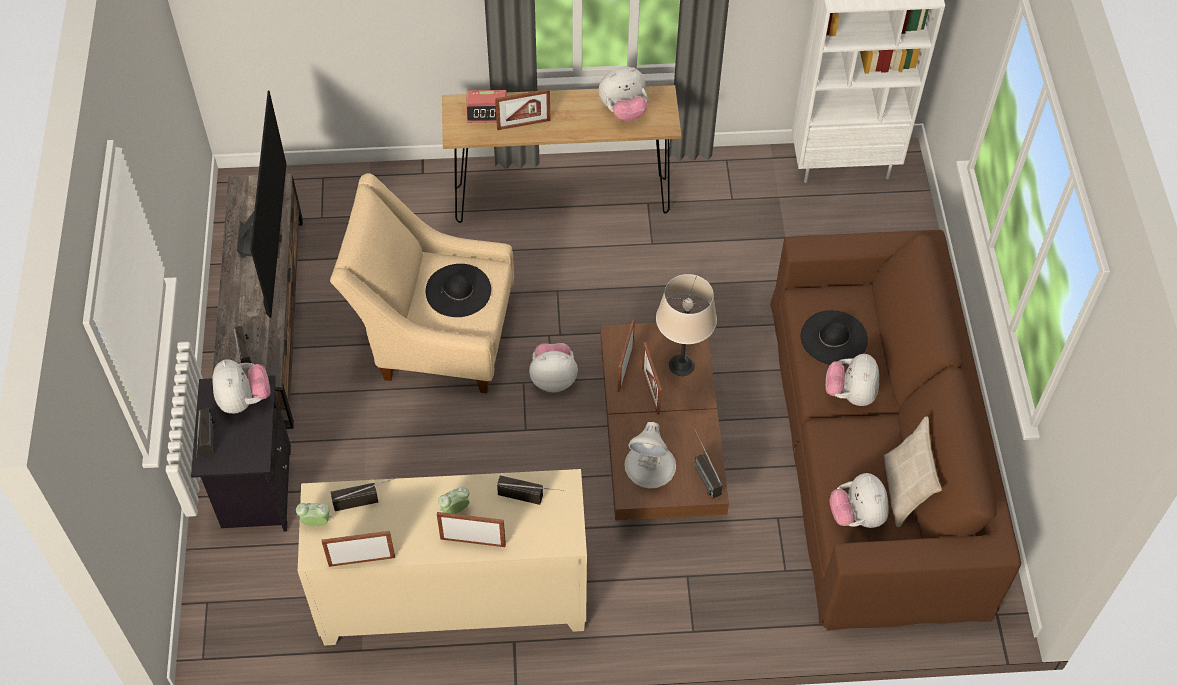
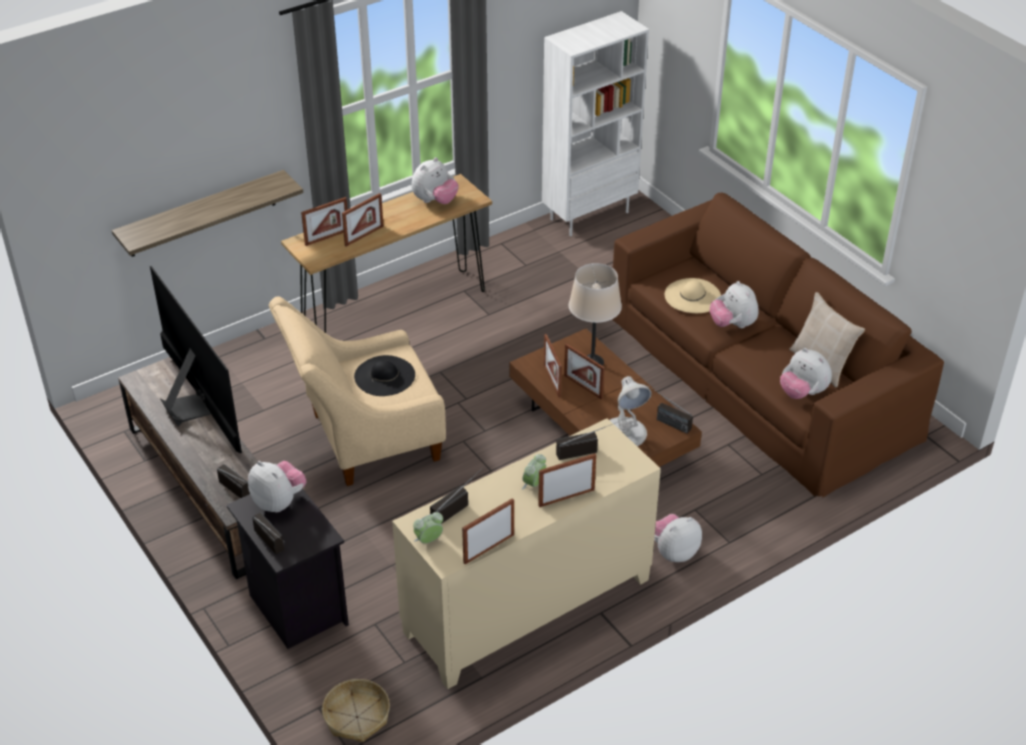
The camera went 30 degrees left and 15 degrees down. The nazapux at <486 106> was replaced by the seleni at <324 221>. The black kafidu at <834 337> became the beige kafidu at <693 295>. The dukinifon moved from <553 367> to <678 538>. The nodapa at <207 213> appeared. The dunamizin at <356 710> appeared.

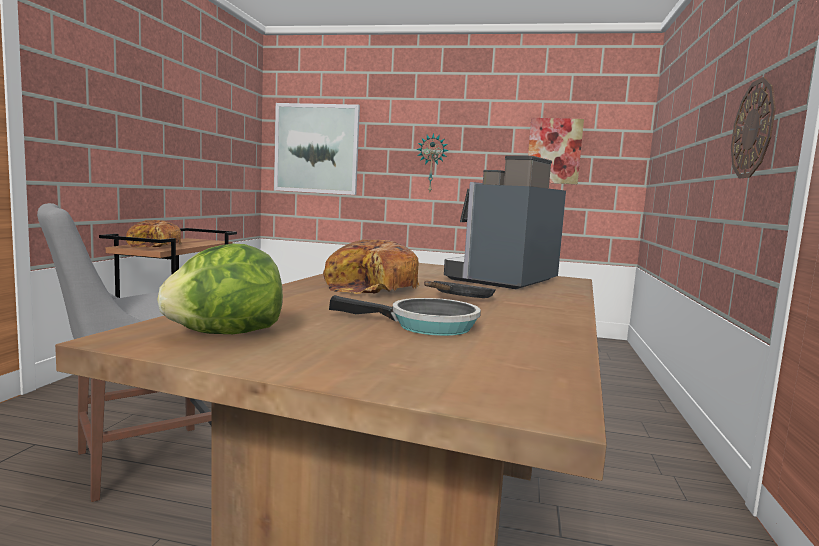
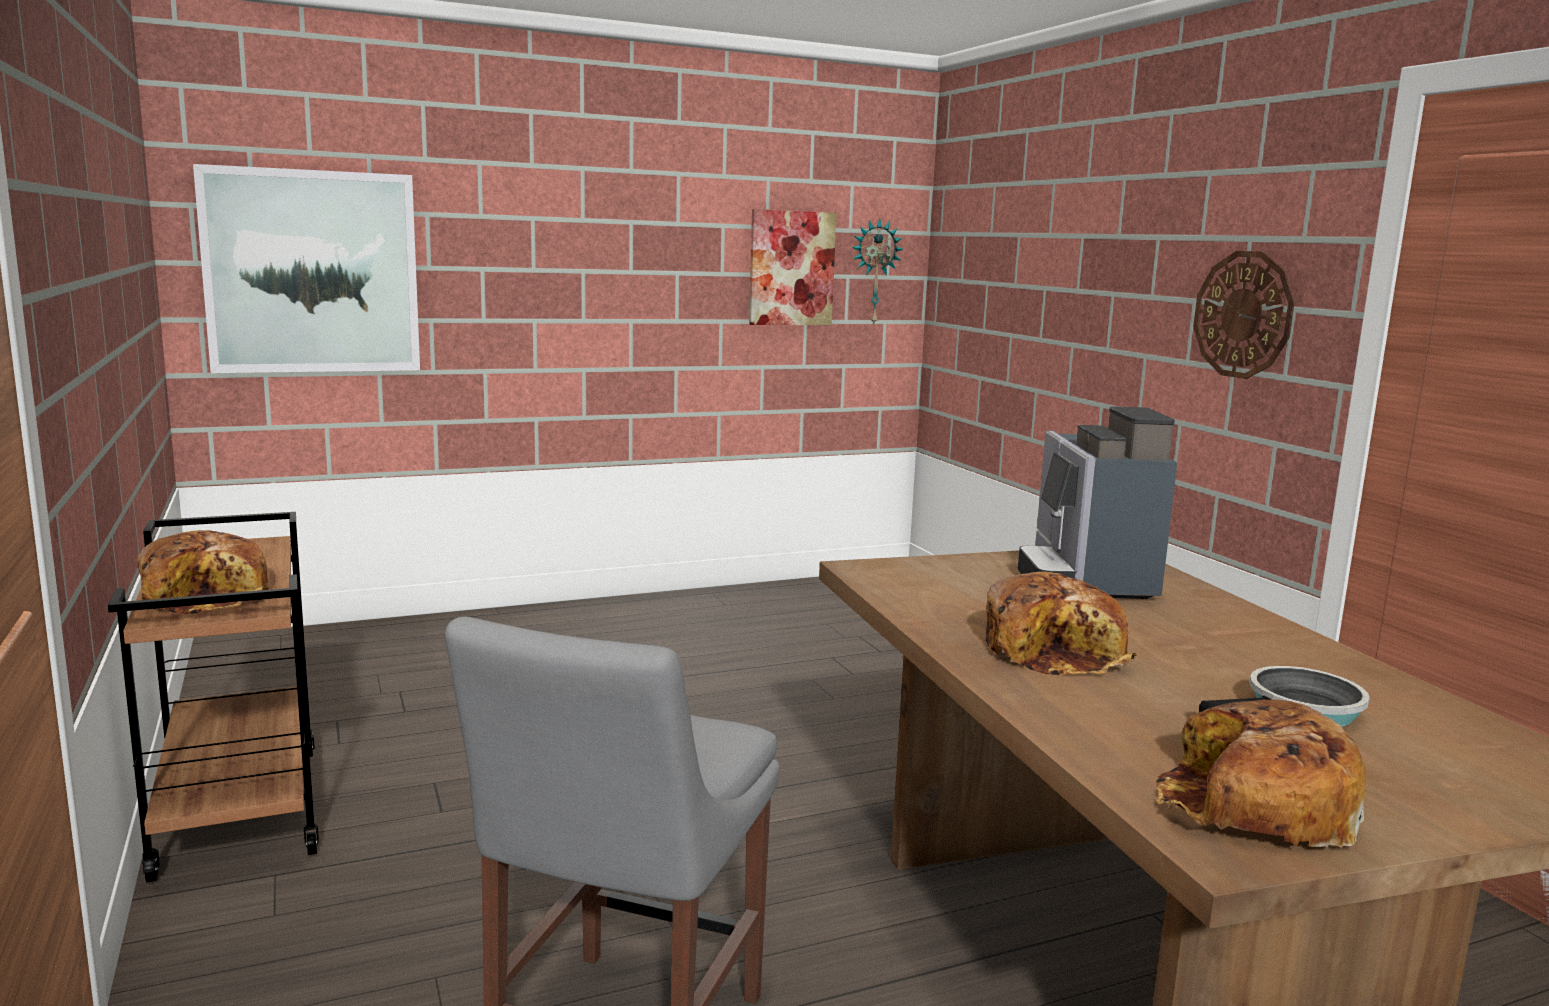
The camera went 35 degrees left and 5 degrees up. The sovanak moved from <433 162> to <877 272>. The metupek at <220 289> was replaced by the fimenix at <1261 773>. The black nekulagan at <460 289> disappeared.

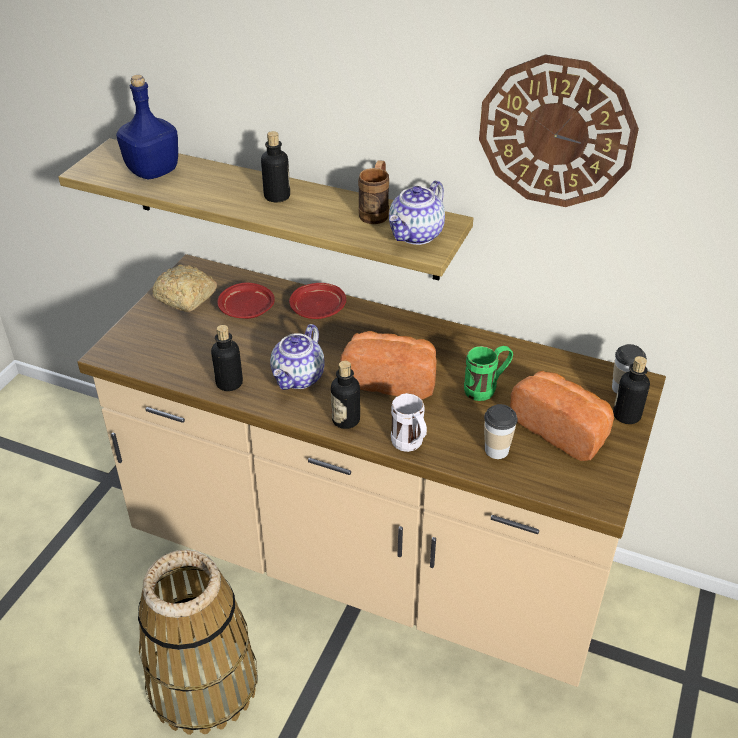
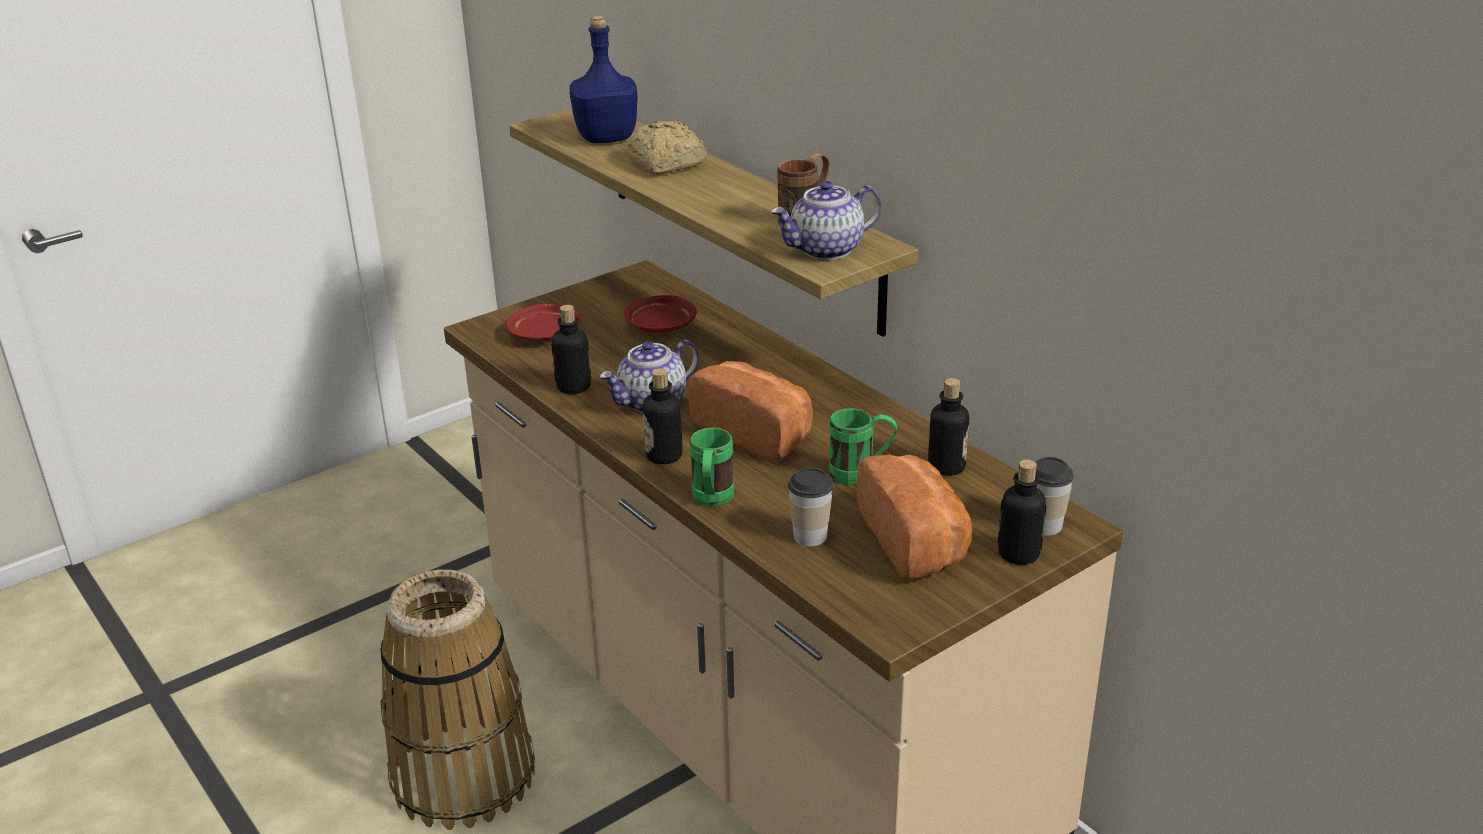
The camera went 30 degrees right and 10 degrees down. The sovanak at <559 130> disappeared. The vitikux moved from <275 166> to <948 427>. The fimenix moved from <184 288> to <667 148>. The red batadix moved from <317 301> to <543 322>. The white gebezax at <409 422> became the green gebezax at <712 467>.

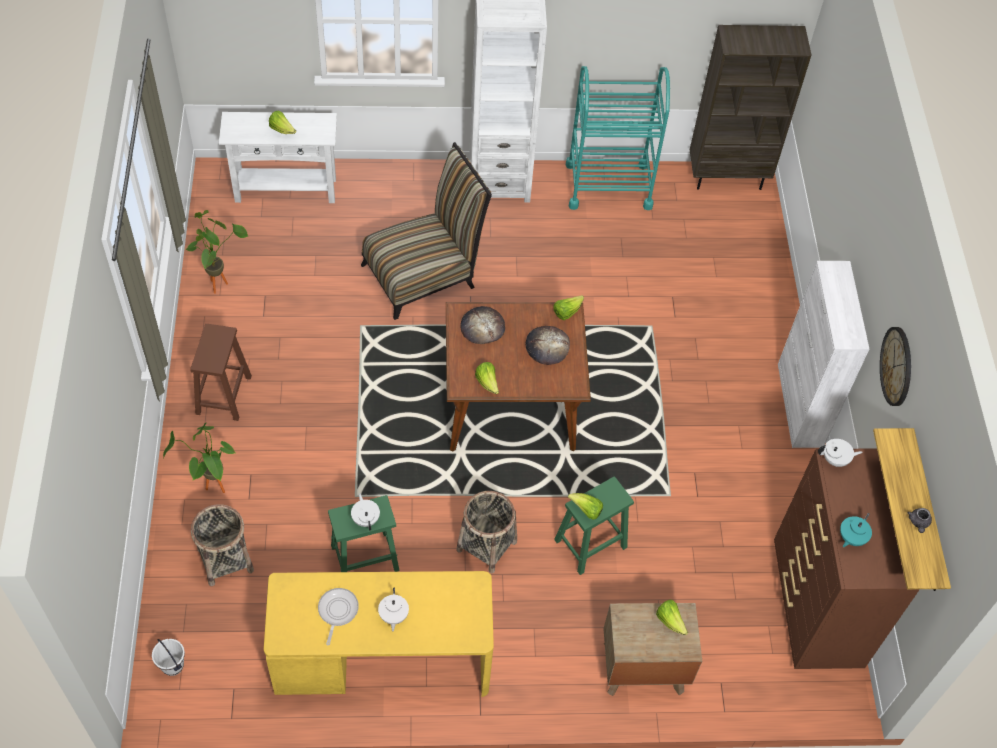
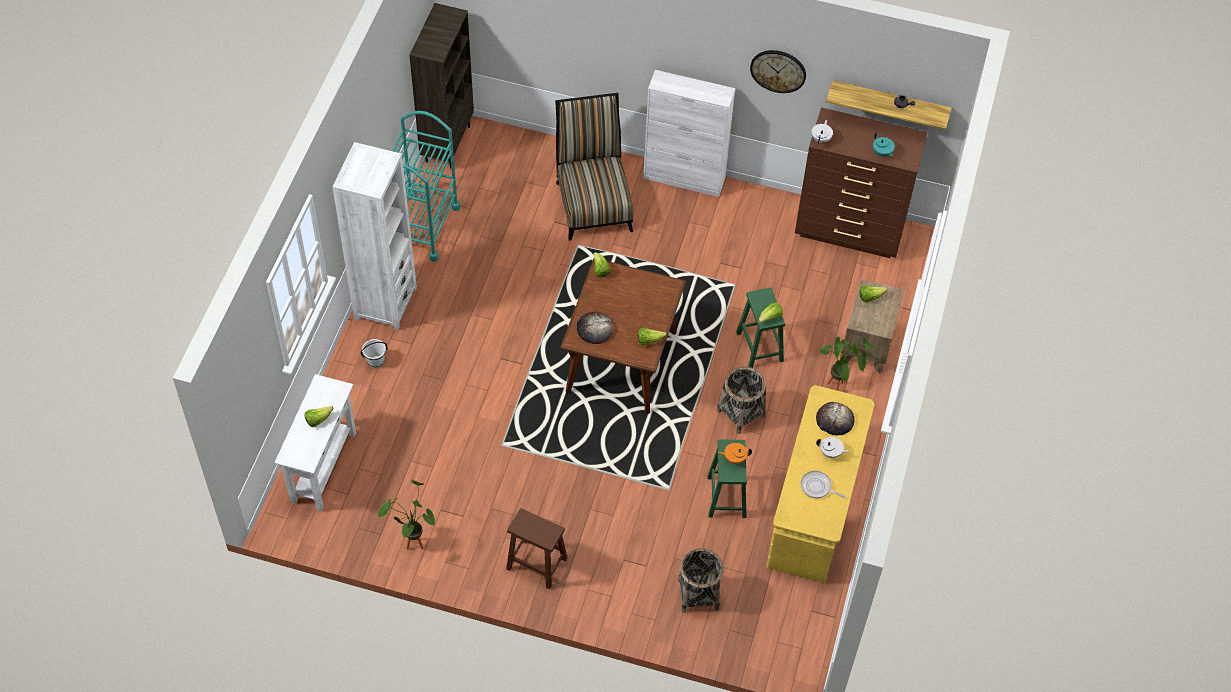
The camera went 70 degrees left and 0 degrees up. The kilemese moved from <426 231> to <594 167>. The fimenix moved from <548 345> to <835 419>. The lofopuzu moved from <199 457> to <846 364>. The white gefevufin at <365 511> became the orange gefevufin at <735 453>. The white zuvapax moved from <168 657> to <374 353>.

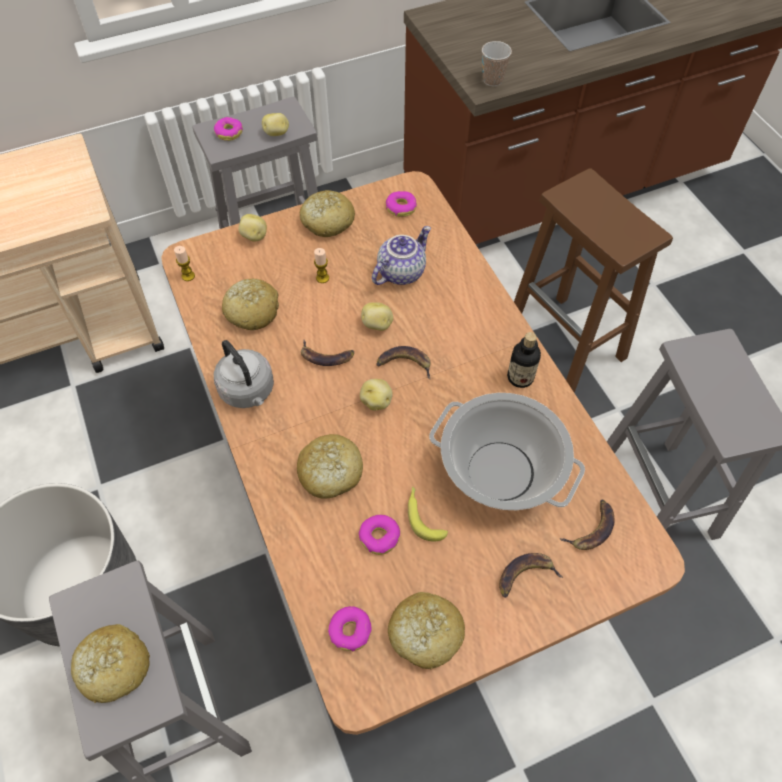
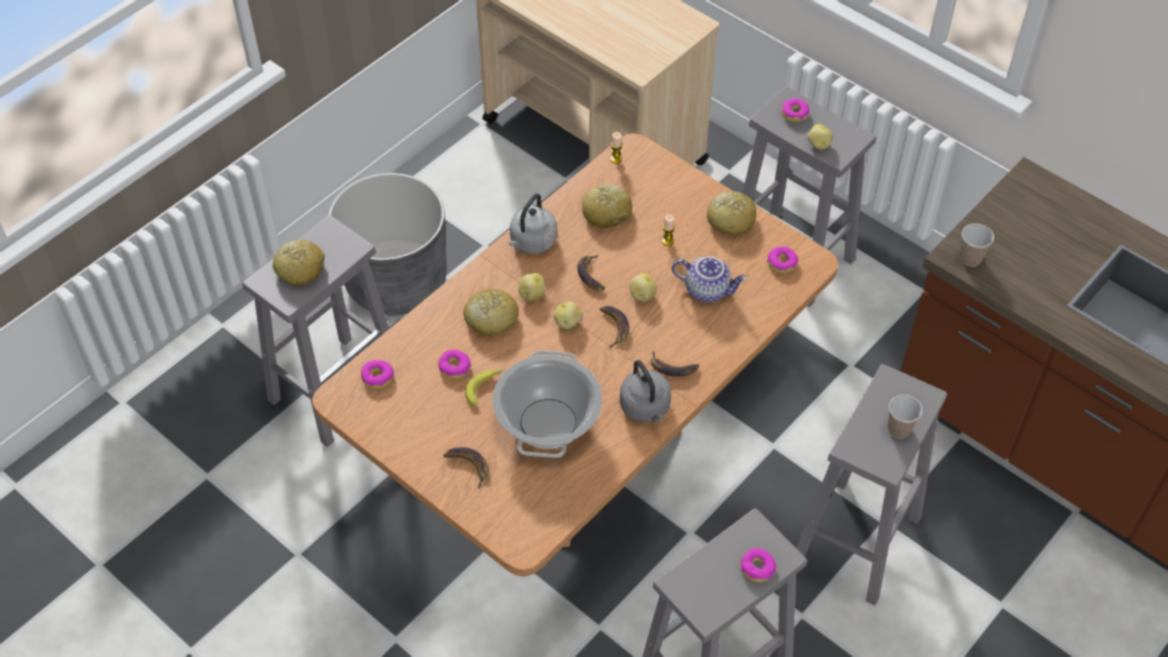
The camera went 65 degrees right and 5 degrees down. The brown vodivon at <593 280> became the grey vodivon at <871 485>. The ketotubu moved from <252 228> to <531 287>. The vitikux at <524 360> was replaced by the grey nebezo at <645 391>. The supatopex moved from <587 525> to <675 364>. The fimenix at <426 630> disappeared. The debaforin at <905 417> appeared. The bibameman at <758 565> appeared.

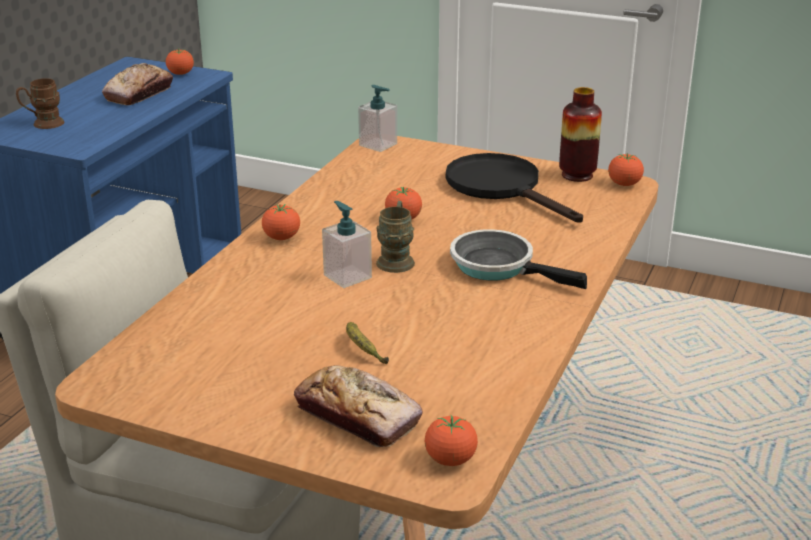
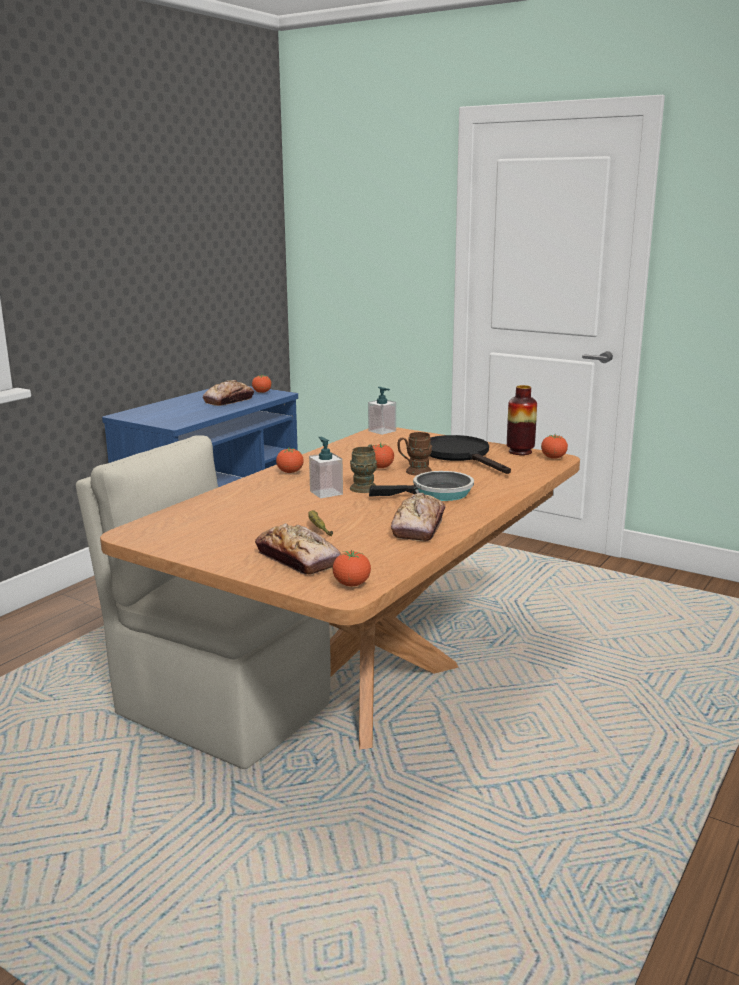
The camera went 10 degrees right and 10 degrees down. The brown gebezax moved from <40 103> to <415 454>. The nekulagan at <518 259> turned 120 degrees clockwise. The fimenix at <418 517> appeared.

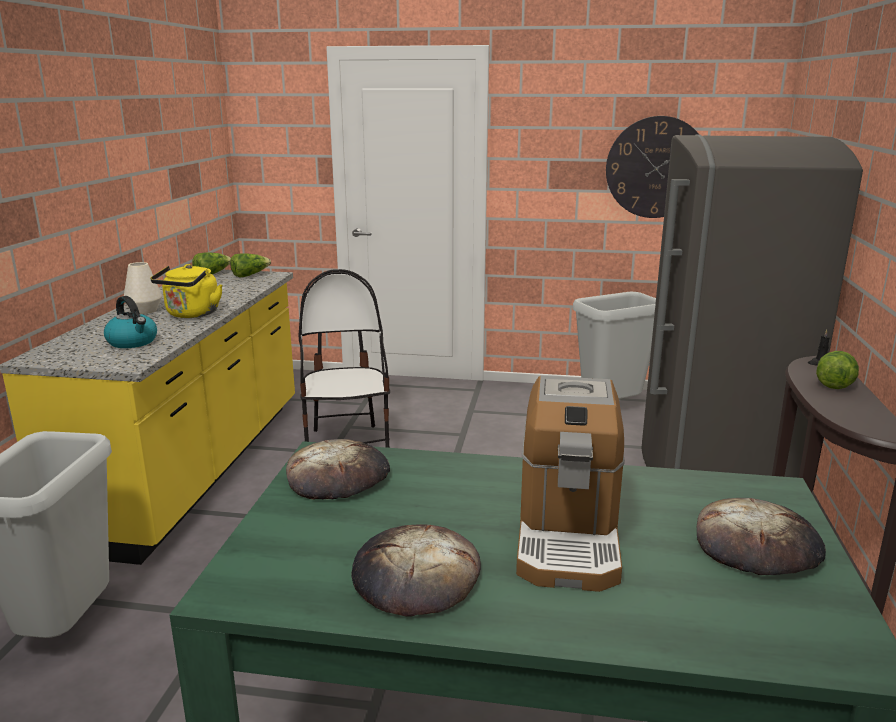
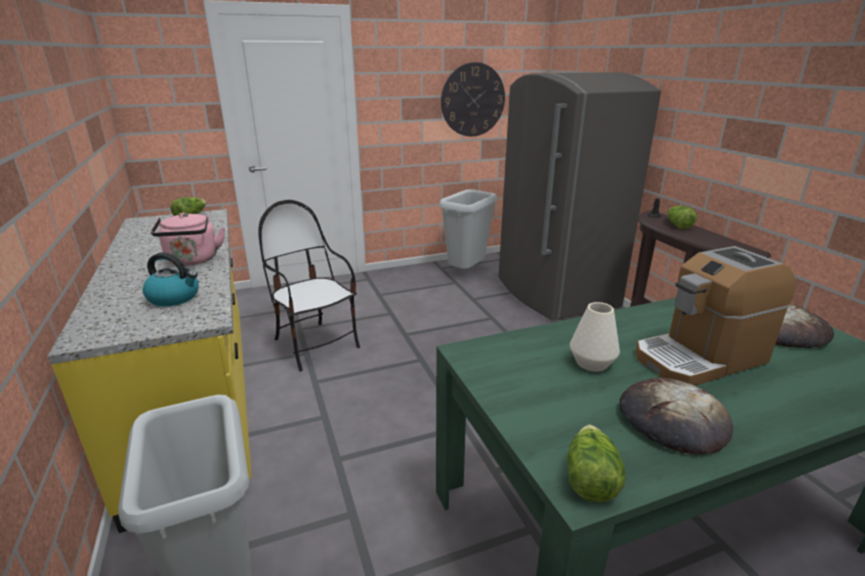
The camera went 30 degrees left and 5 degrees up. The metupek moved from <211 263> to <596 464>. The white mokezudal moved from <143 288> to <595 337>. The yellow nebezo at <186 291> became the pink nebezo at <188 239>. The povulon at <570 484> turned 90 degrees clockwise. The fimenix at <338 469> disappeared.

